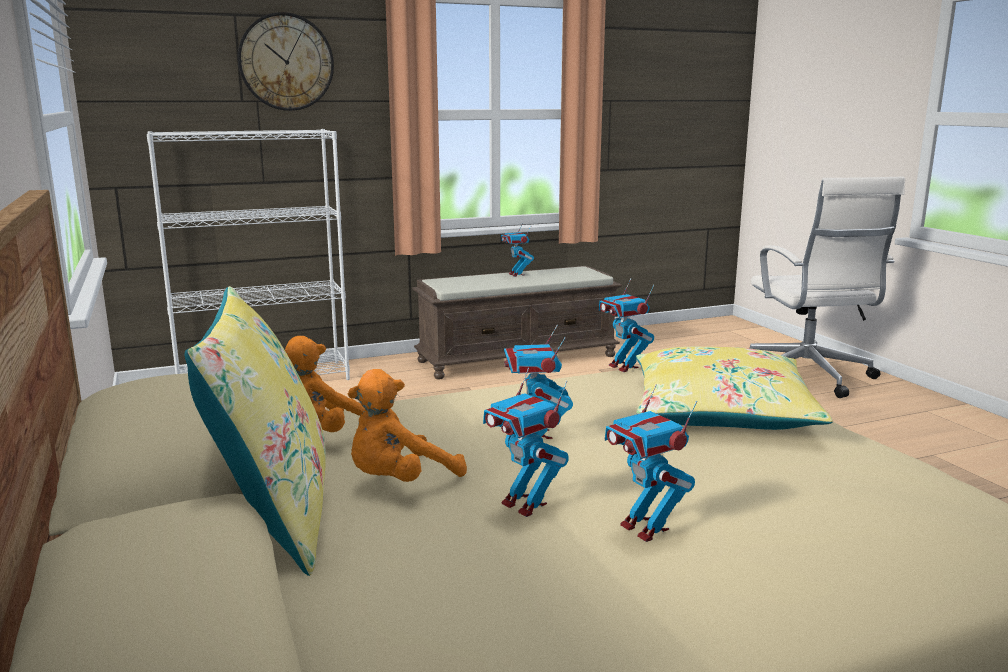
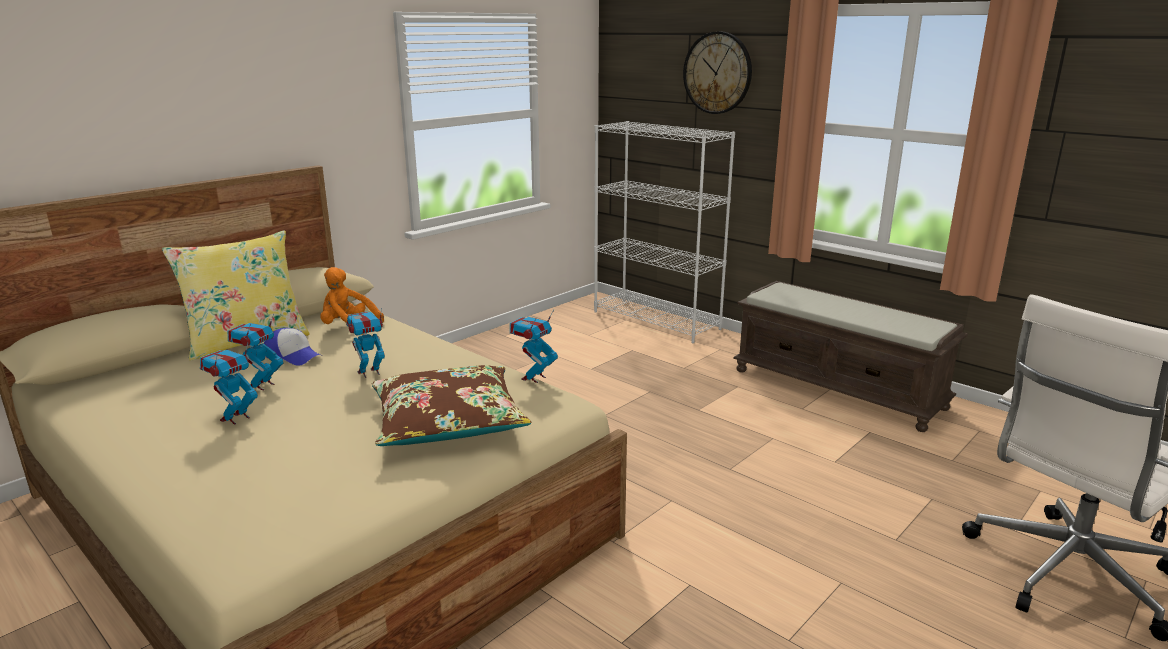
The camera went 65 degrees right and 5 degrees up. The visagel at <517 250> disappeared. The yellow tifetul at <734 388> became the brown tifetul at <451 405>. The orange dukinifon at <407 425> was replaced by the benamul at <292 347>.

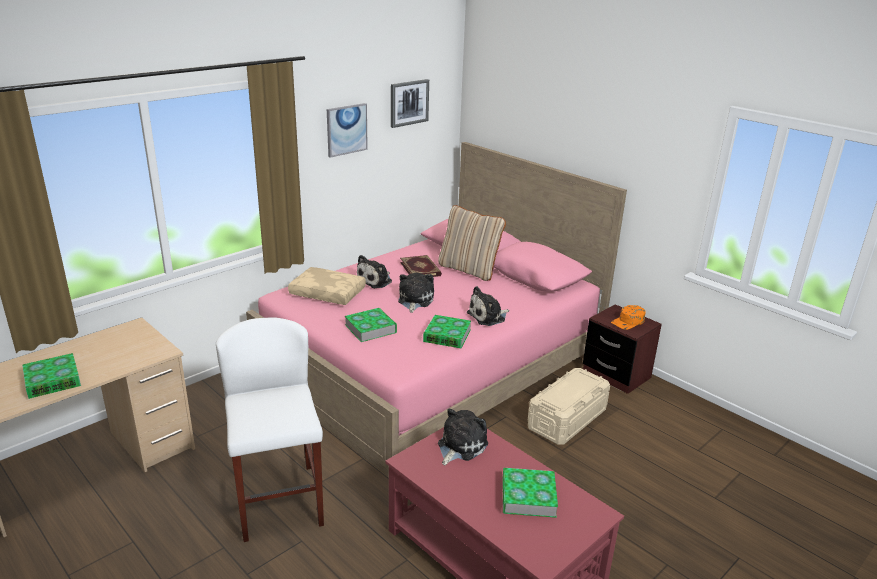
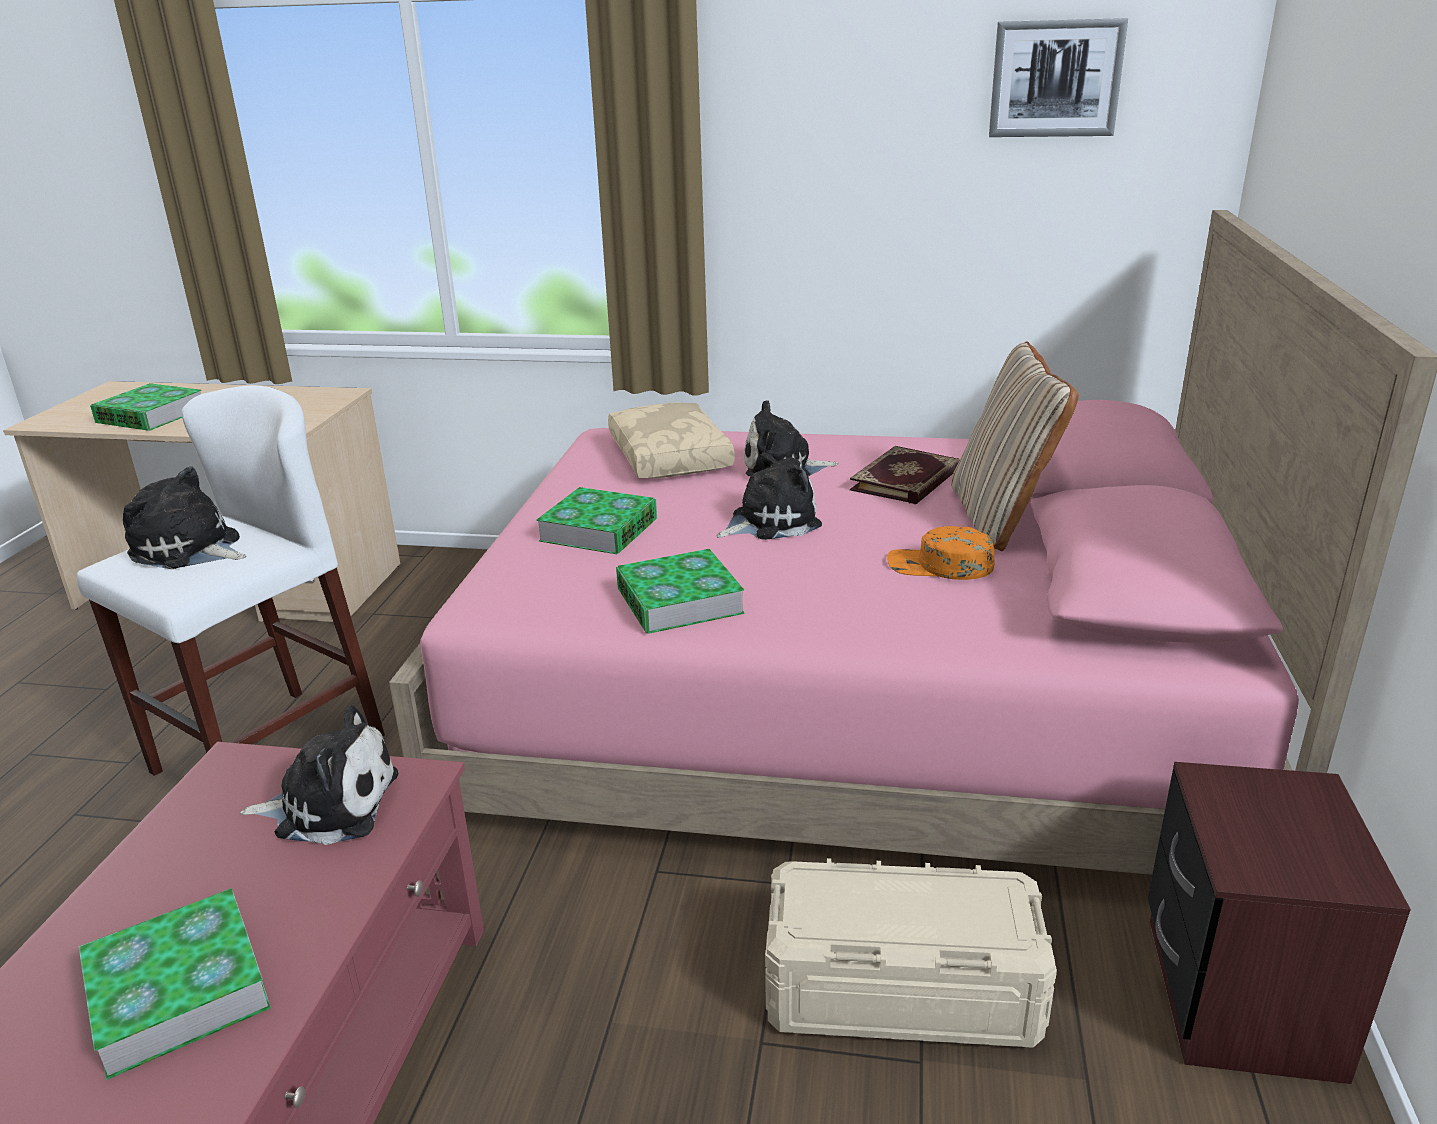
The camera went 55 degrees right and 0 degrees up. The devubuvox at <347 130> disappeared. The dukinifon moved from <488 306> to <184 517>. The orange benamul moved from <628 317> to <941 553>.

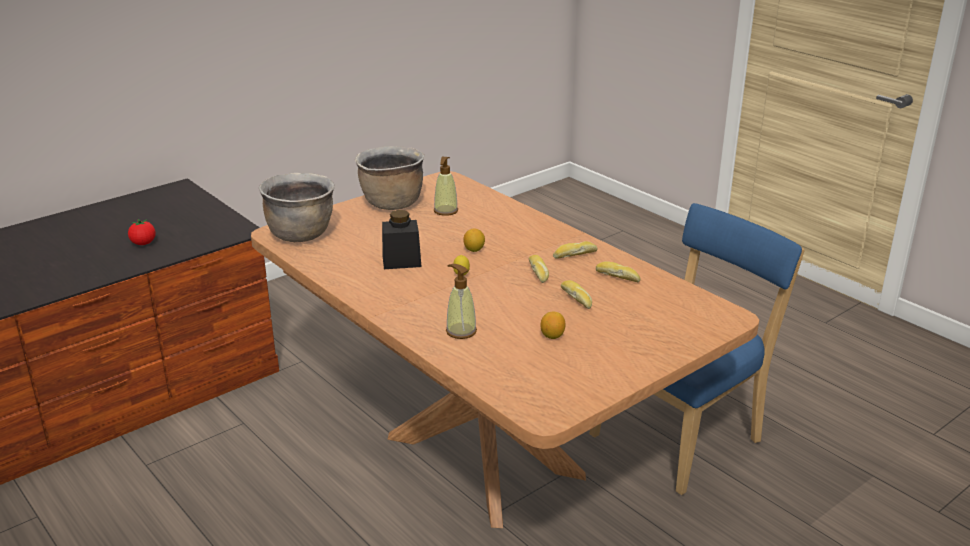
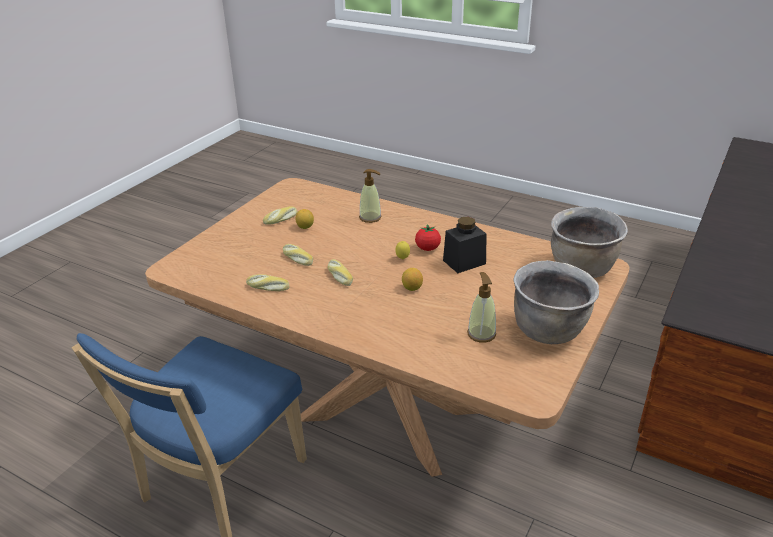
The camera went 160 degrees right and 5 degrees up. The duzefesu moved from <142 232> to <428 237>. The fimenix moved from <575 250> to <280 215>.

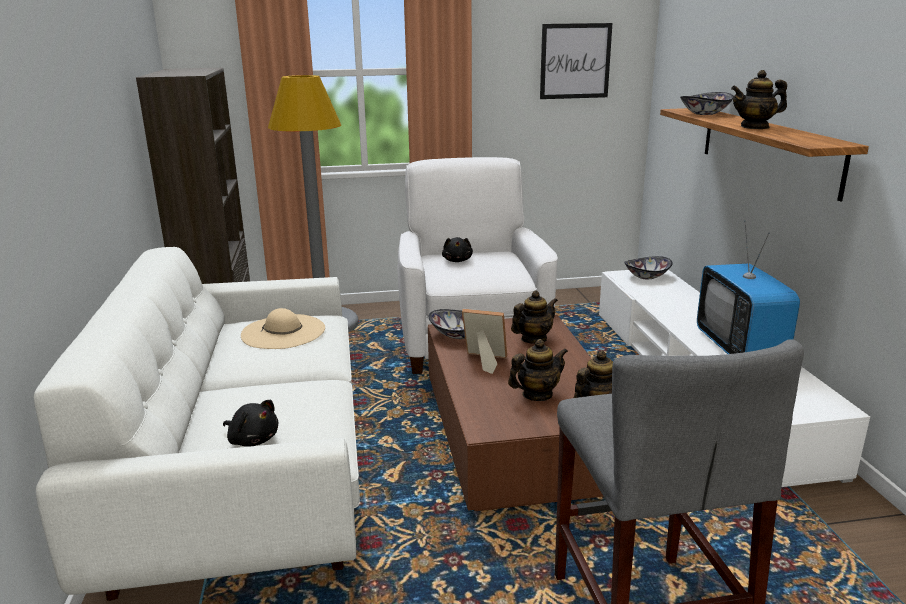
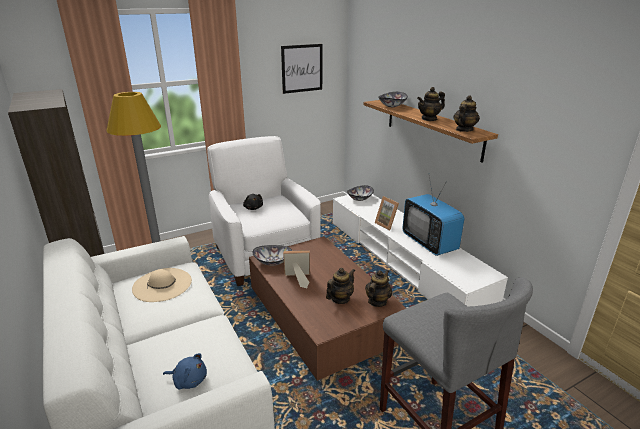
The camera went 20 degrees left and 5 degrees up. The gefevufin moved from <534 317> to <466 113>. The black dukinifon at <250 423> became the blue dukinifon at <185 371>. The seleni at <387 213> appeared.

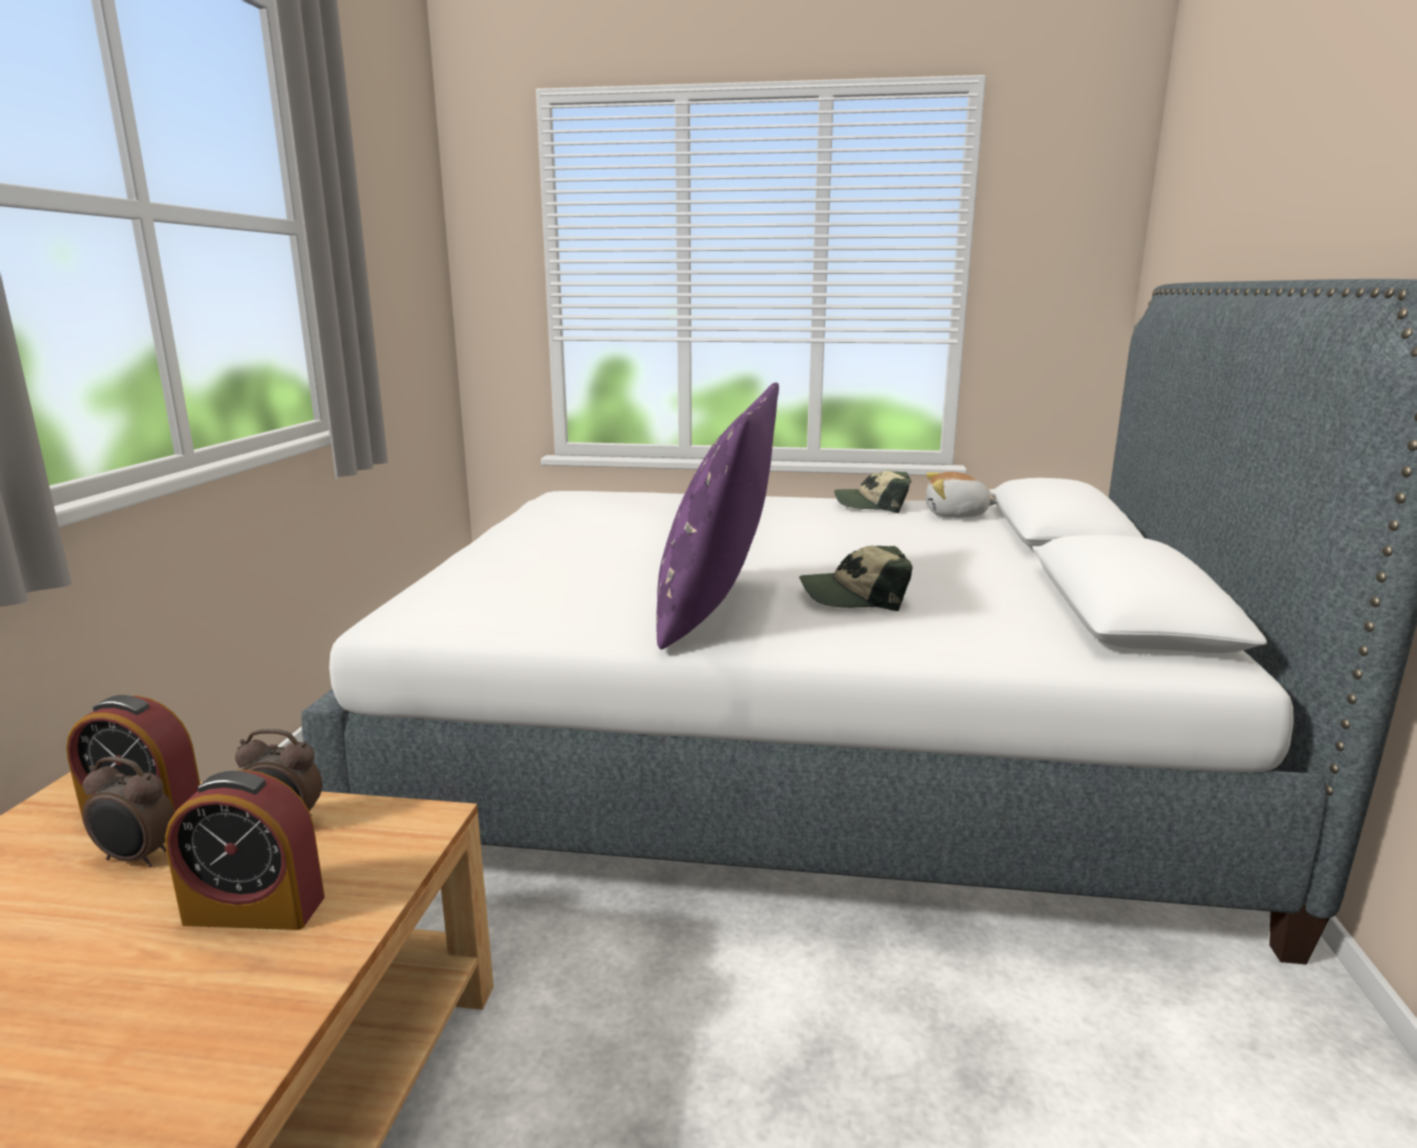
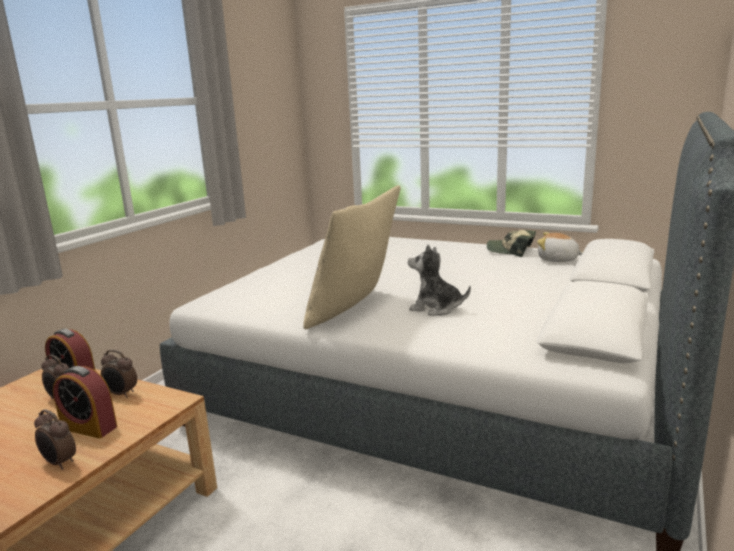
The camera went 20 degrees right and 0 degrees up. The purple tifetul at <717 515> became the beige tifetul at <352 257>. The benamul at <856 578> was replaced by the dukinifon at <439 280>. The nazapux at <55 440> appeared.

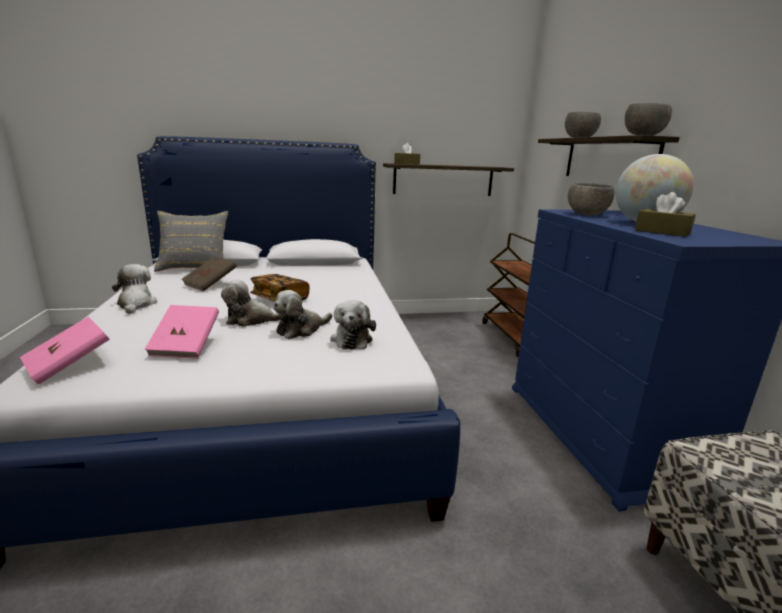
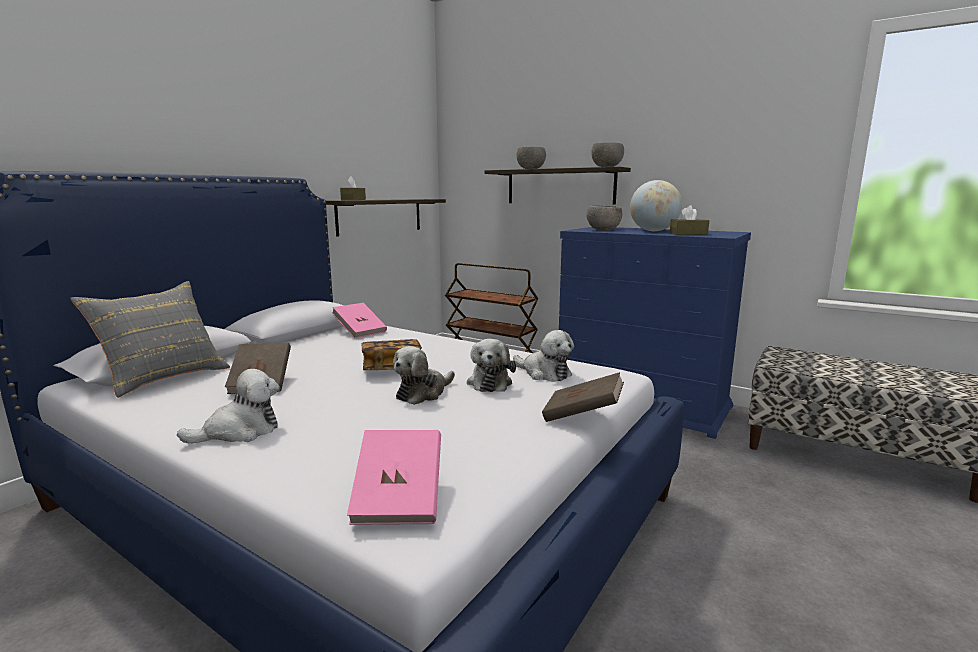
The camera went 45 degrees left and 5 degrees down. The dukinifon at <134 289> turned 120 degrees clockwise. The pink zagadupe moved from <181 332> to <359 320>. The brown zagadupe at <583 397> appeared.

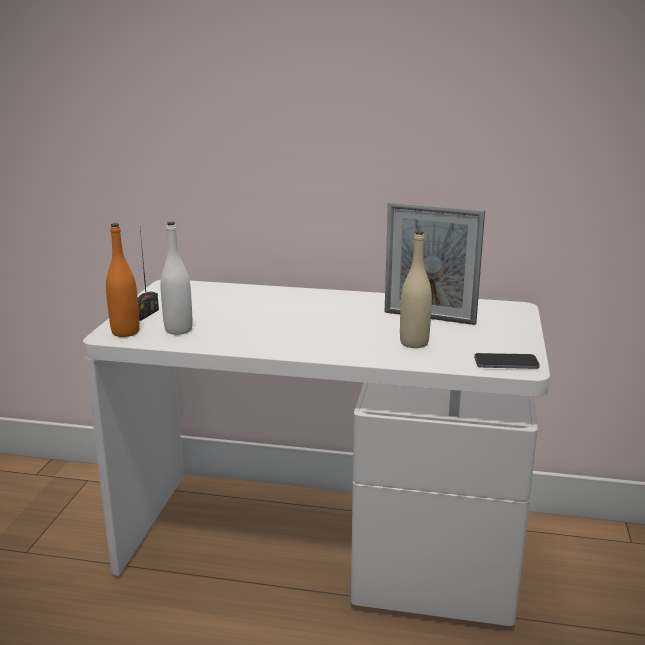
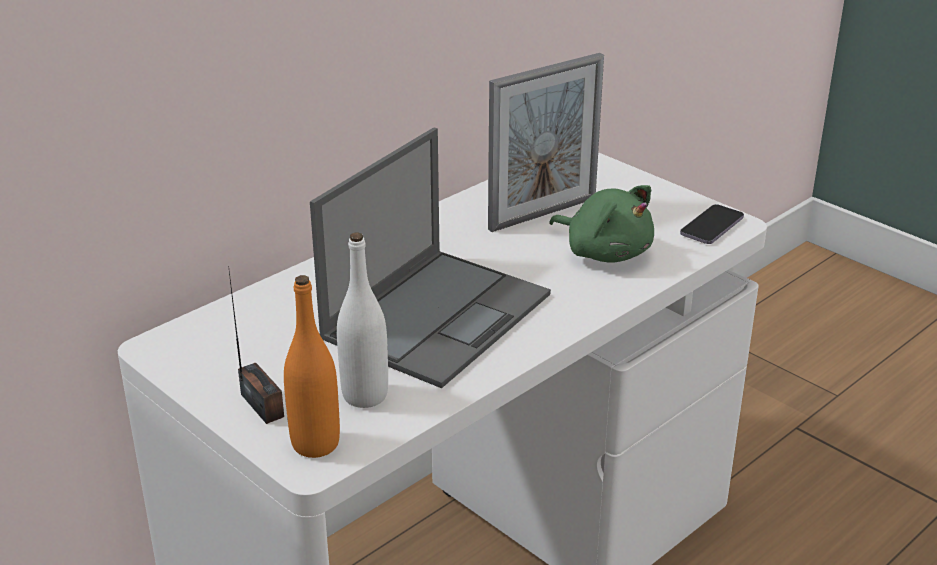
The camera went 55 degrees left and 10 degrees up. The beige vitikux at <416 289> was replaced by the green dukinifon at <601 223>. The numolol at <430 257> appeared.

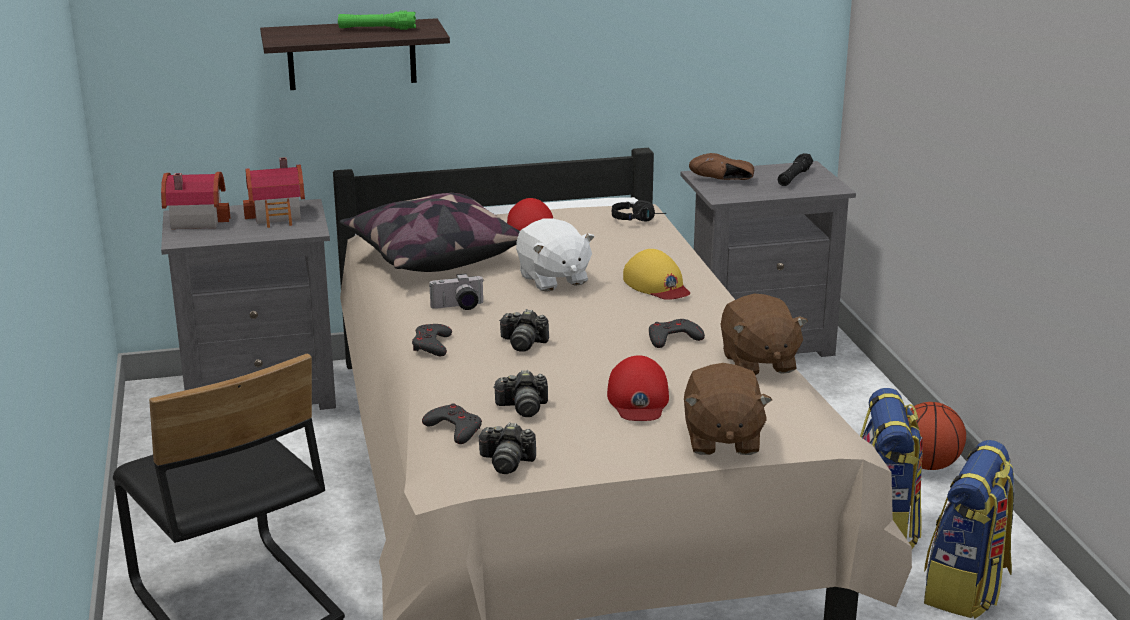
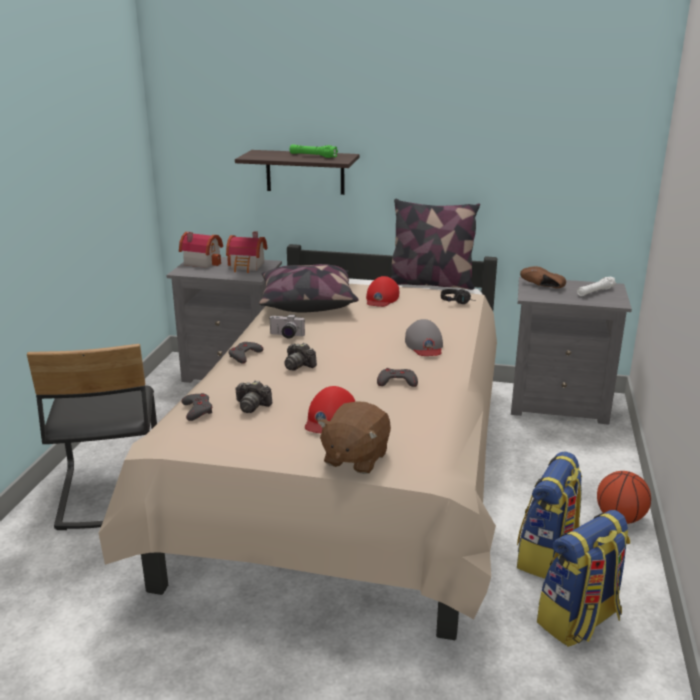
The camera went 25 degrees right and 0 degrees up. The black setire at <795 169> became the white setire at <596 286>. The white dukinifon at <555 255> disappeared. The yellow benamul at <656 274> became the grey benamul at <424 337>. The brown dukinifon at <764 334> disappeared. The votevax at <507 448> disappeared. The tifetul at <435 244> appeared.

